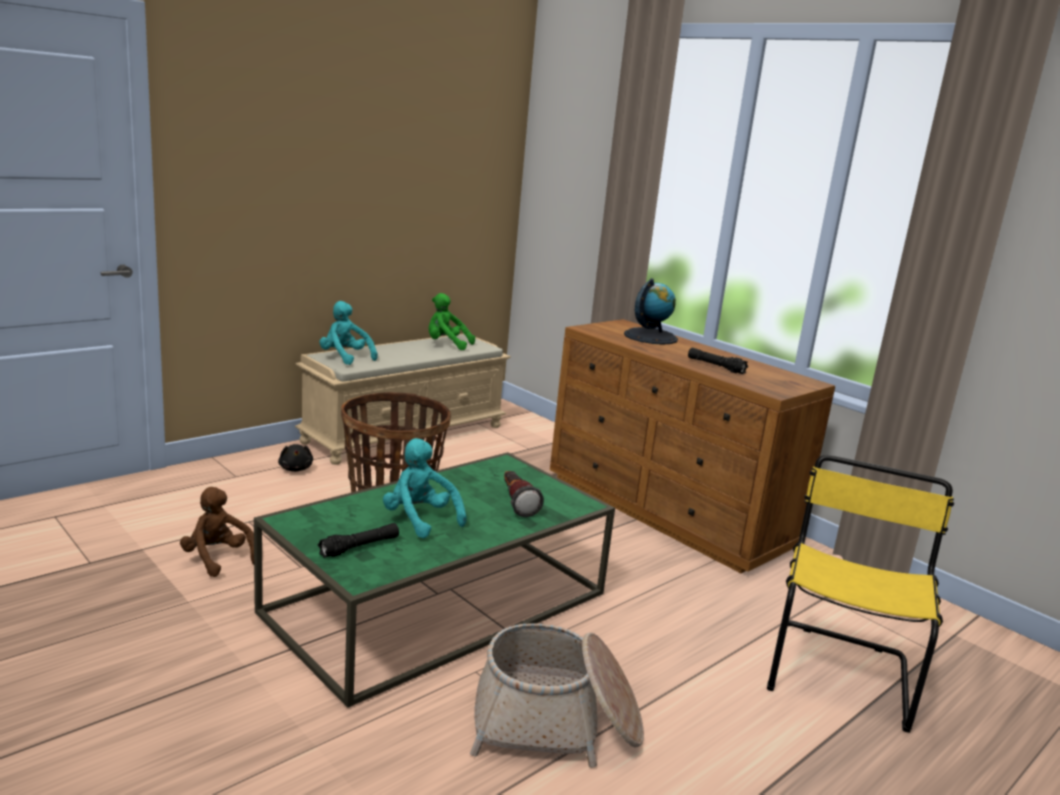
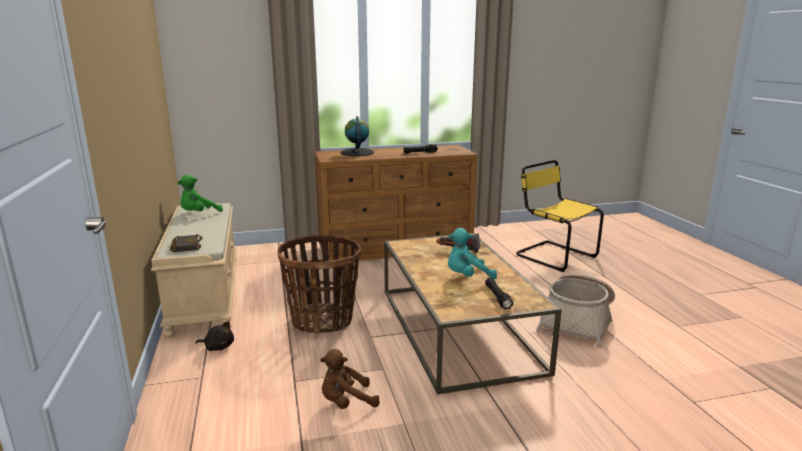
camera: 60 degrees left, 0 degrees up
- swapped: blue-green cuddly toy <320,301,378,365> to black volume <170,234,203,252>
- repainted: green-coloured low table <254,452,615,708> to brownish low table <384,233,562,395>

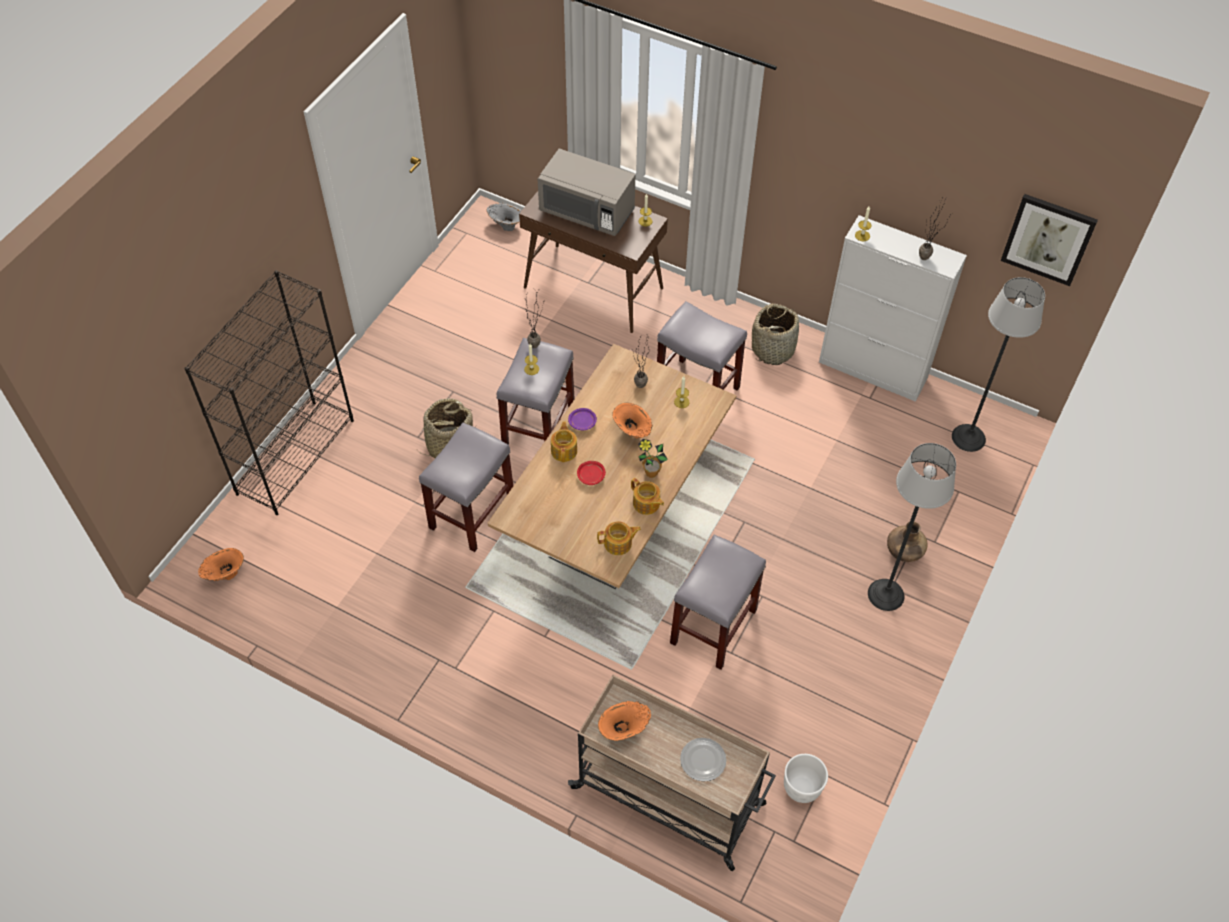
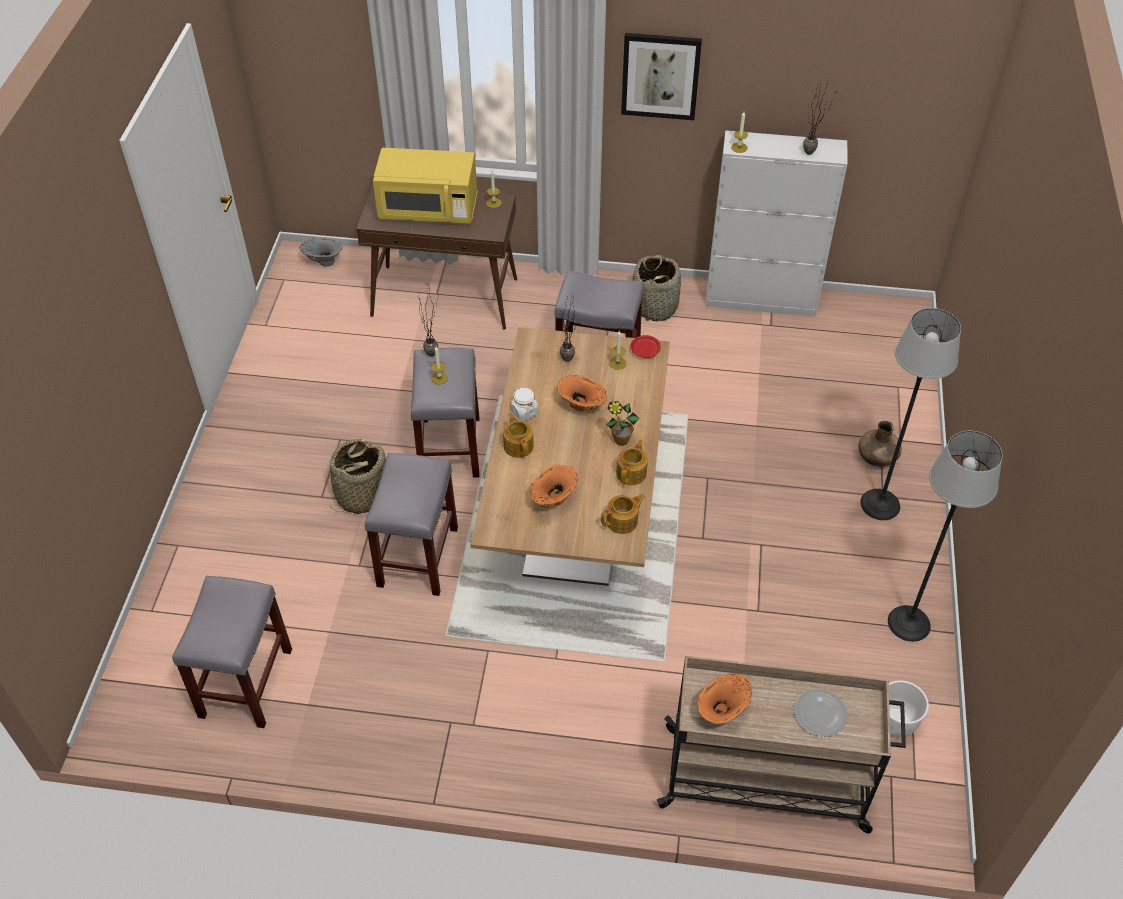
camera: 20 degrees left, 5 degrees down
- gone: black shelving unit <184,270,354,515>
- shifted: orange-coloured flower vase <198,548,244,581> to <531,465,578,508>
- shifted: reddish flat dish <577,461,606,485> to <631,335,661,358>
- shifted: gray sitting stool <670,535,766,670> to <172,576,292,728>
- shifted: standing lamp <952,277,1045,452> to <888,431,1002,642>
- shifted: wall picture <1001,194,1098,286> to <621,33,702,120>
- swapped: purple flat dish <568,408,597,430> to whitish preserve jar <511,388,539,421>
- repainted: gray kitchen microwave <538,149,635,236> to yellow kitchen microwave <373,148,478,224>
- rotated: tea pot <631,478,664,515> = <616,440,648,485> 90 degrees counterclockwise

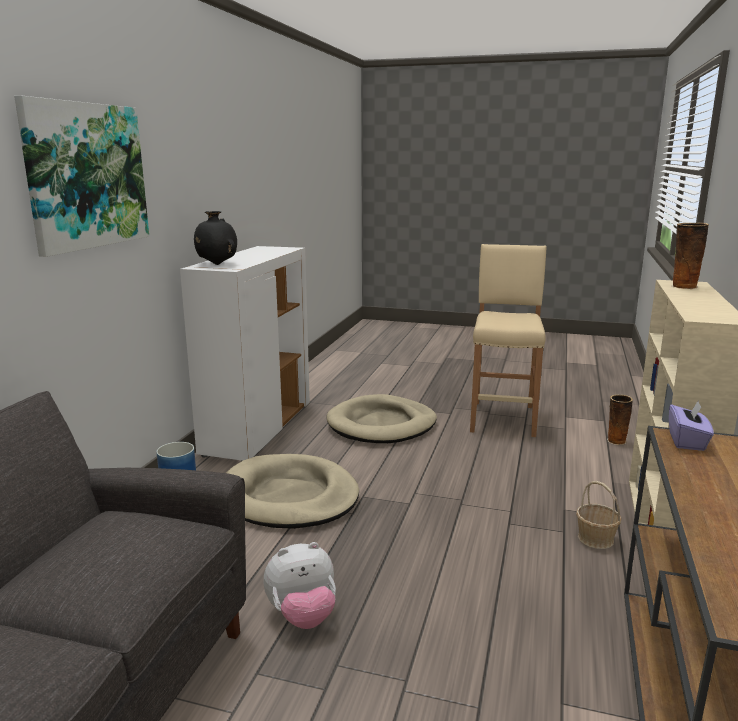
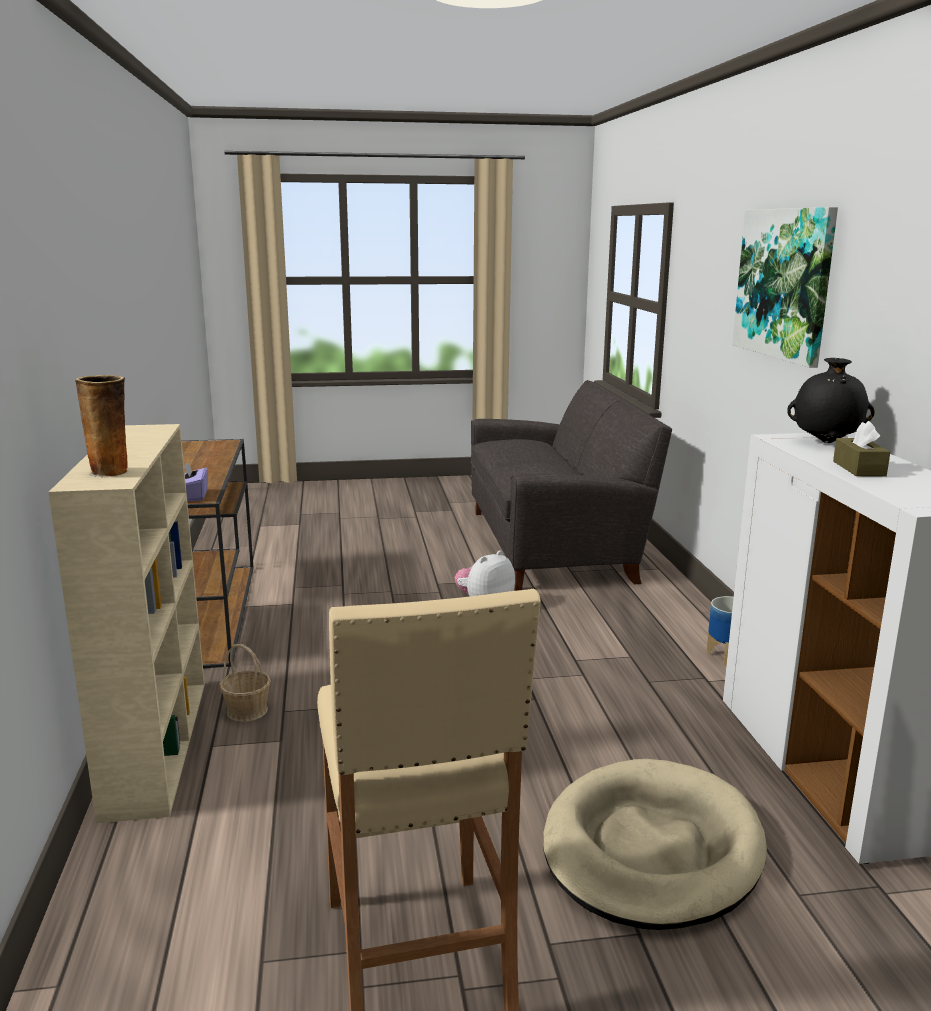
camera: 155 degrees right, 0 degrees up
- gone: beige dog bed <226,454,359,529>
- gone: flower vase <608,394,633,445>
- new: brownish tissue box <833,421,890,477>

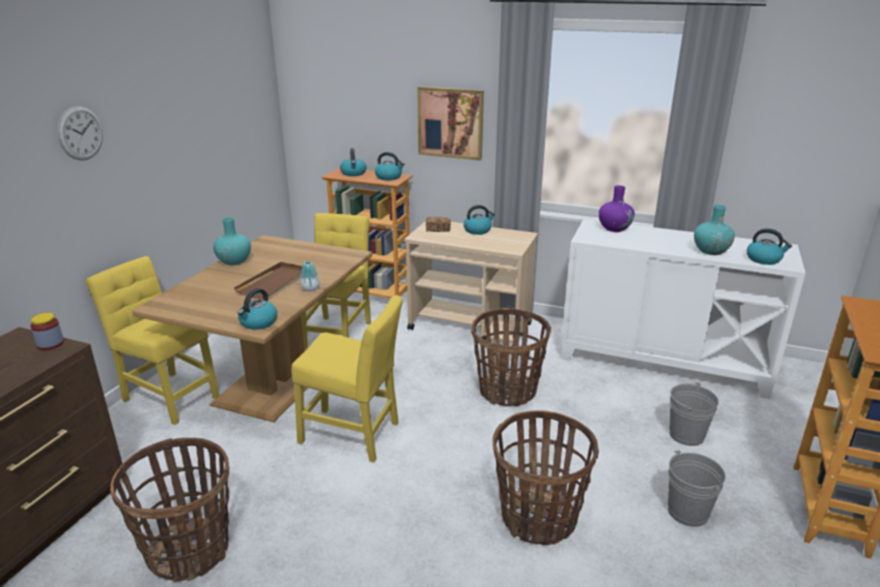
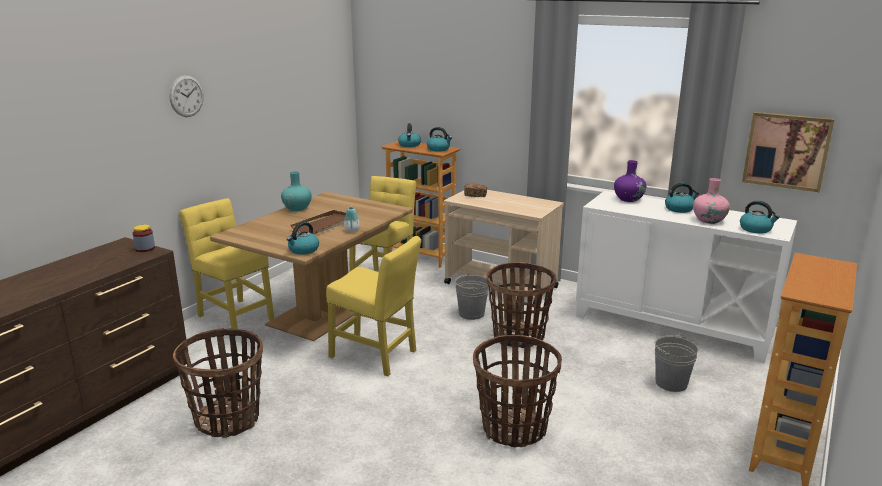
camera: 10 degrees right, 5 degrees down
- shifted: wall picture <417,86,484,160> to <742,112,835,192>
- shifted: kettle <464,205,495,235> to <665,183,699,213>
- shifted: gray bucket <668,450,726,527> to <455,273,489,320>
- repainted: blue-green flower vase <694,205,735,255> to pink flower vase <693,178,730,224>

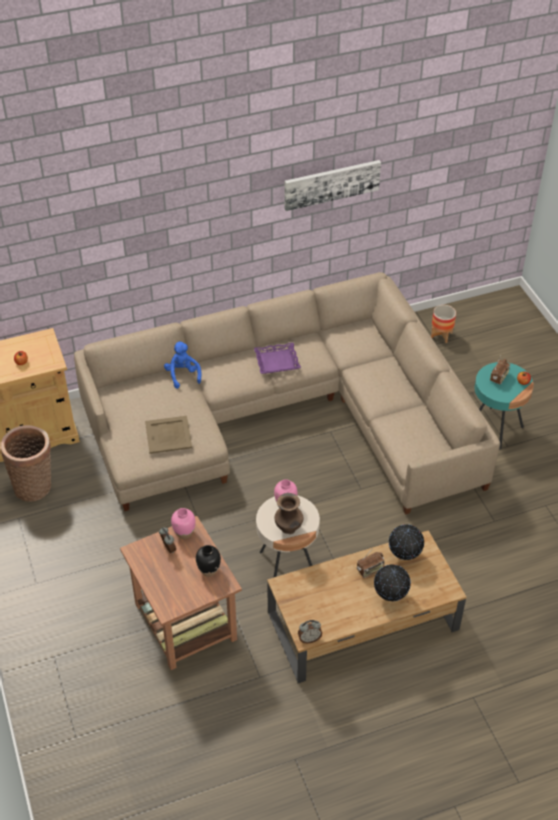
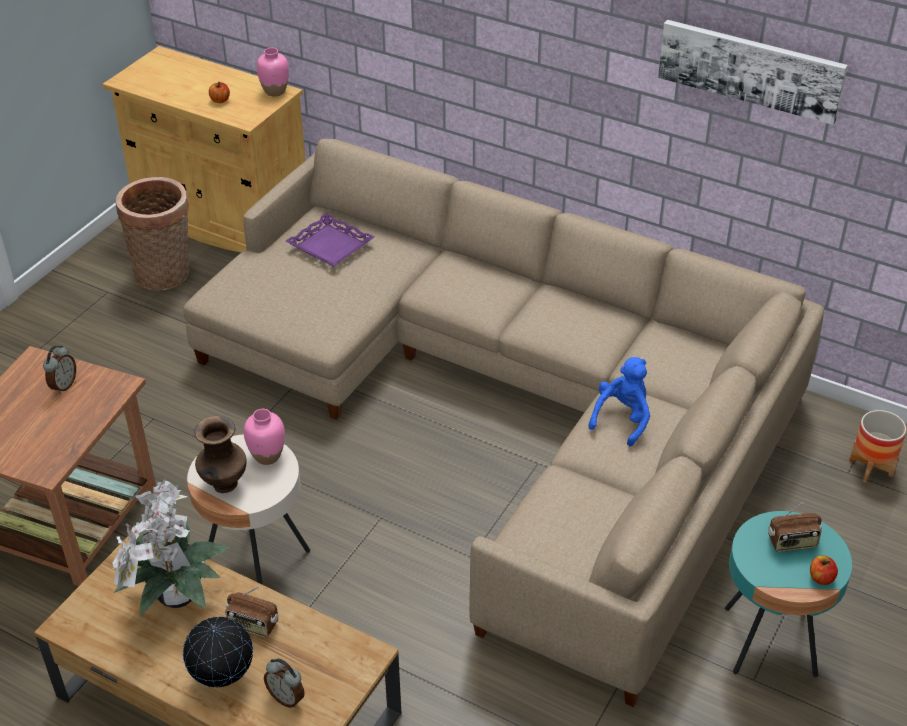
camera: 50 degrees right, 5 degrees down
- gone: beige tray <145,416,192,454>
- gone: black flower vase <196,545,221,577>
- gone: desk globe <389,524,424,560>
- new: plant in a pot <112,479,230,617>
- shifted: bluish cuddly toy <164,341,201,389> to <588,357,650,446>
- shifted: pink flower vase <171,508,196,539> to <257,48,289,96>
- shifted: purple tray <254,342,301,374> to <286,213,374,267>
- shifted: bedside clock <298,620,322,643> to <264,659,305,708>

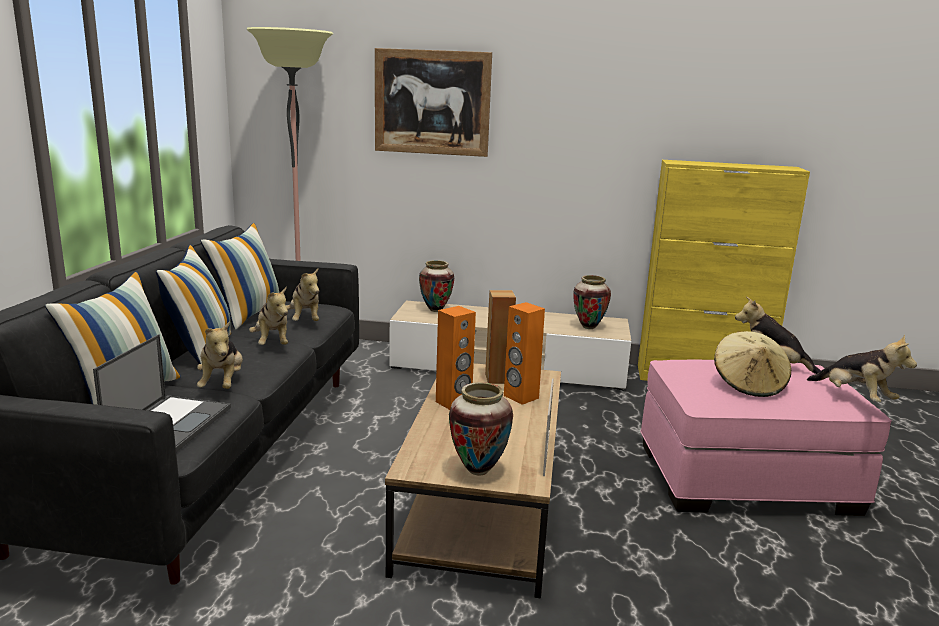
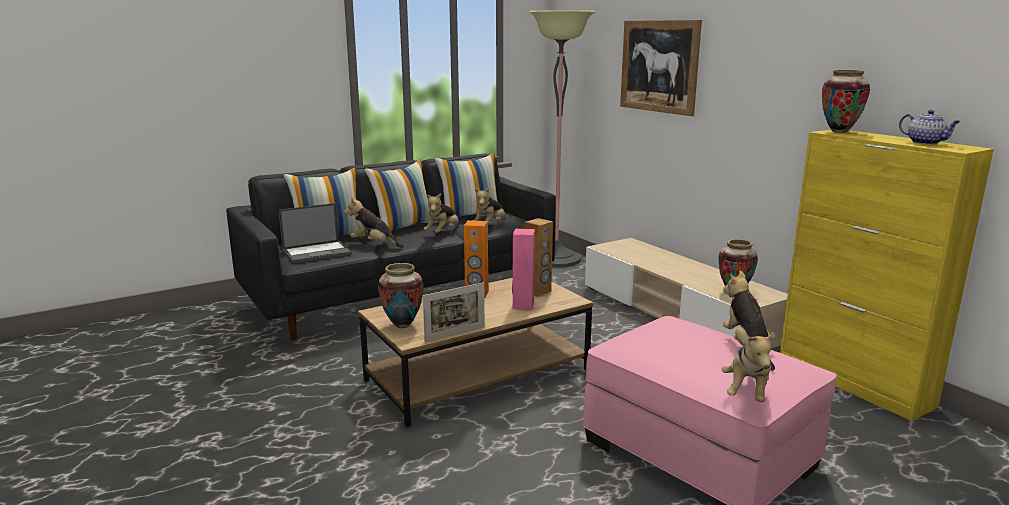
camera: 50 degrees right, 0 degrees up
- gone: beige clothing hat <714,331,791,397>
- new: tea pot <899,110,961,145>
- shifted: flower vase <419,260,454,312> to <822,70,870,133>
- repainted: orange-coloured audio speaker <504,302,545,405> to pink audio speaker <512,229,535,310>
- rotated: cuddly toy <197,321,243,389> = <344,196,404,248> 75 degrees clockwise

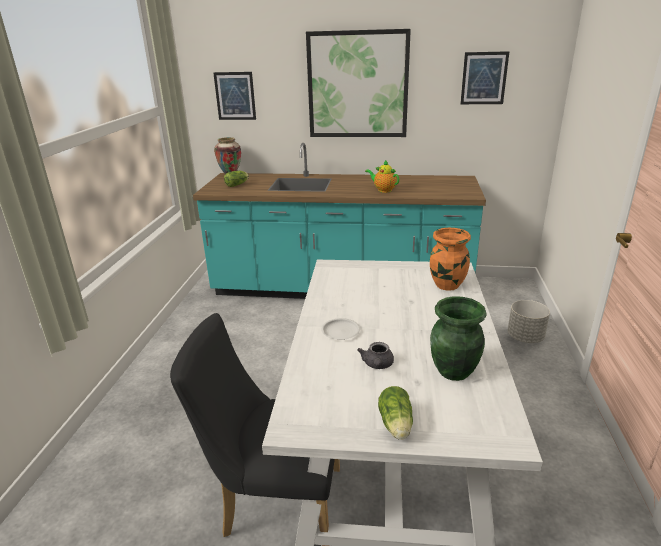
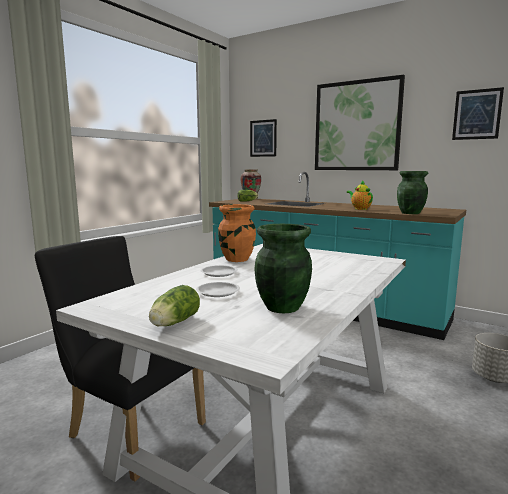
camera: 25 degrees right, 15 degrees down
- new: green-coloured flower vase <397,171,428,214>
- shifted: orange-coloured flower vase <430,228,471,291> to <218,204,256,262>
- swapped: gray tea pot <357,342,394,369> to whitish flat dish <196,282,240,297>

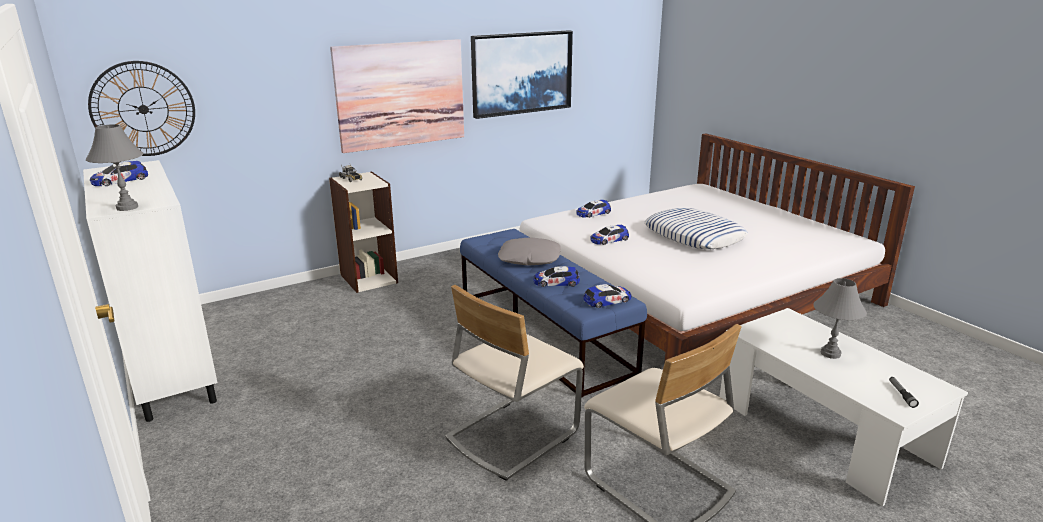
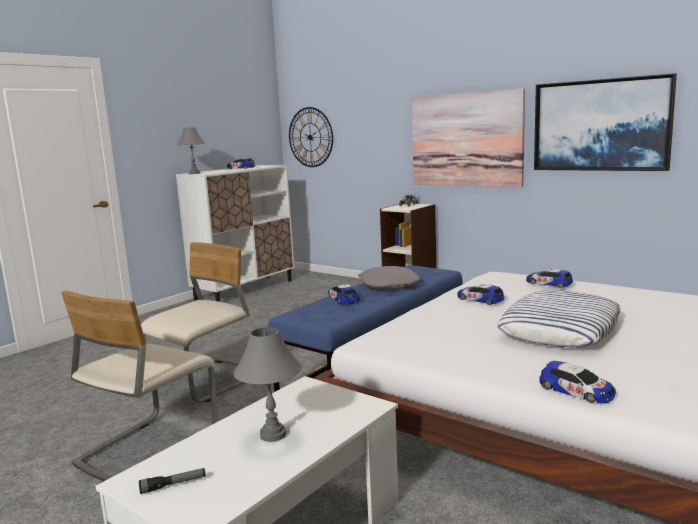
camera: 70 degrees right, 10 degrees down
- shifted: model car <583,284,631,308> to <539,361,616,404>
- rotated: beige plain chair <445,285,584,481> = <141,242,250,403> 105 degrees clockwise

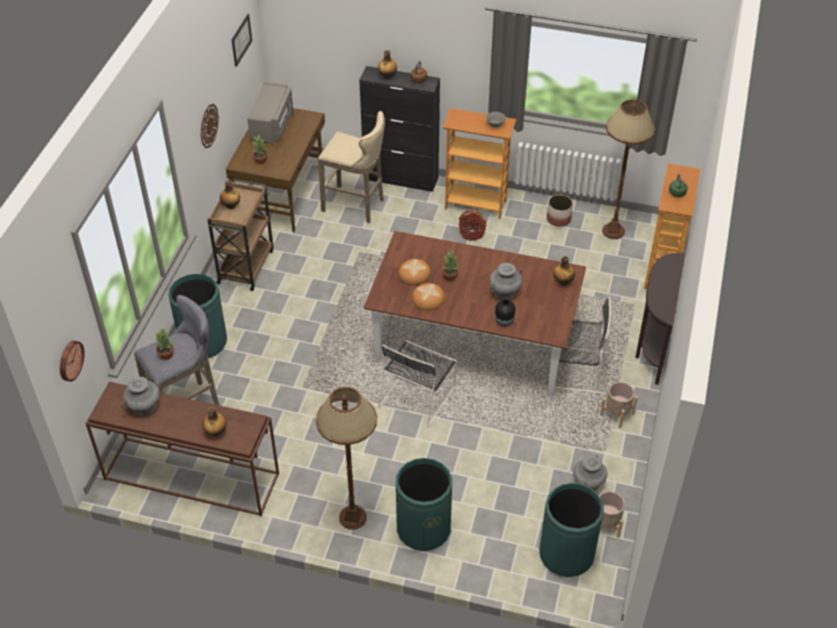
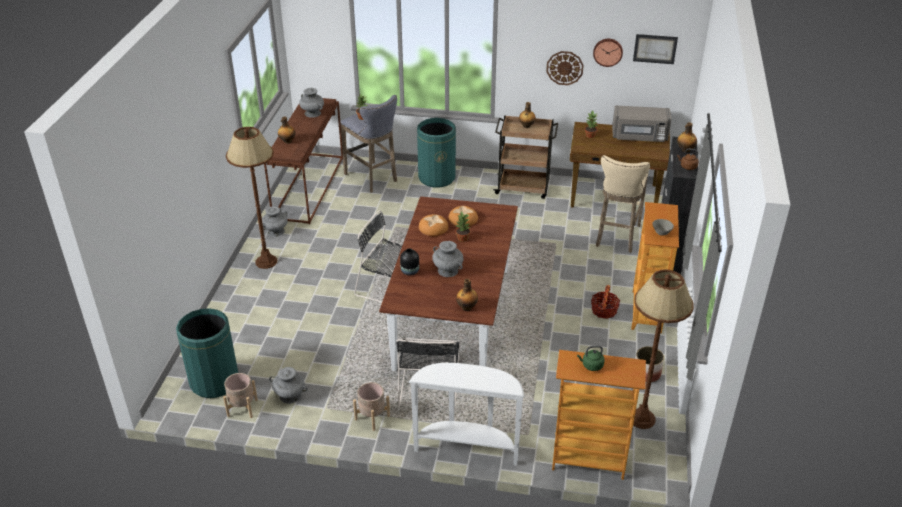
camera: 85 degrees right, 10 degrees down
- gone: green-coloured waste bin <396,458,452,551>
- new: gray flower vase <262,206,288,237>
- shifted: clock on the wall <60,341,85,382> to <593,39,623,67>
- repainted: brownish narrow table <635,253,685,385> to whitish narrow table <409,363,525,465>

